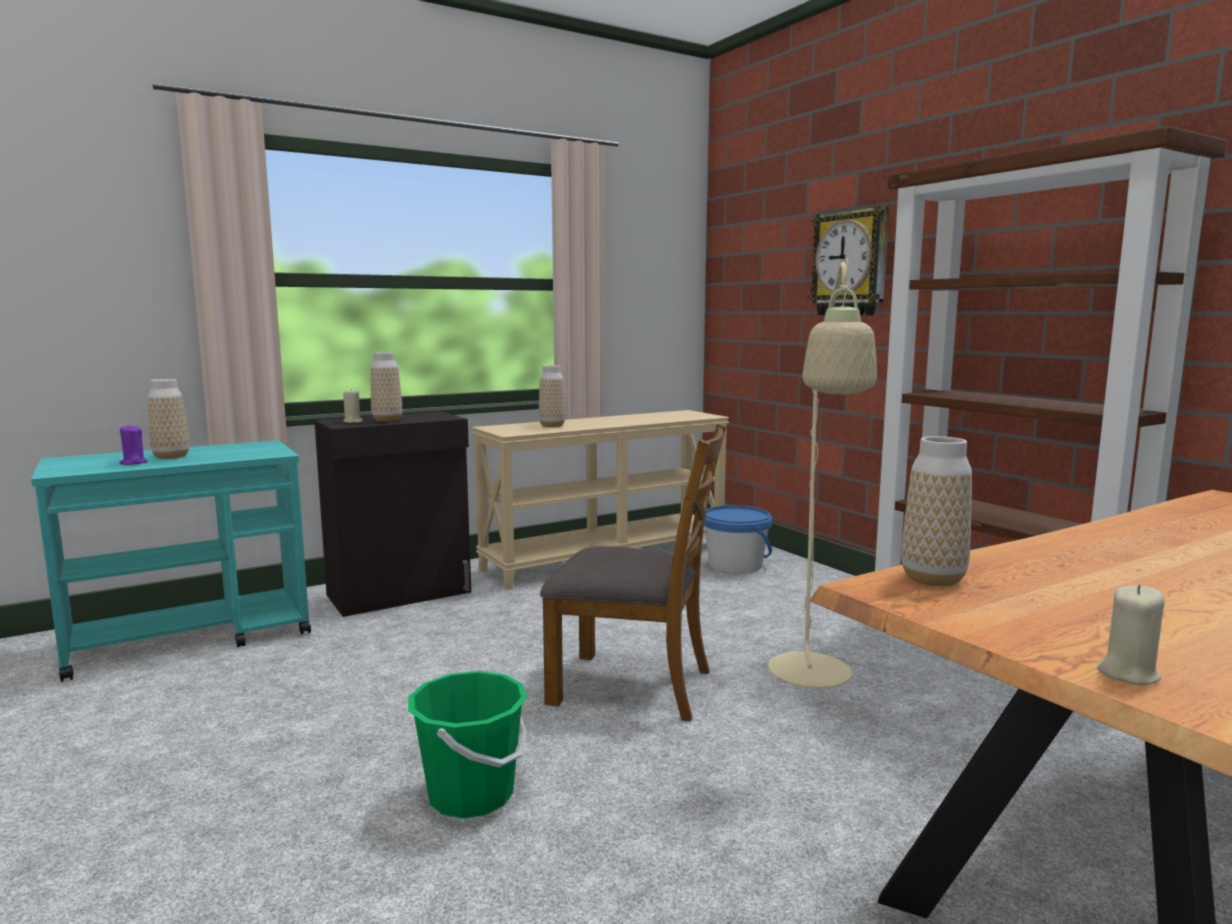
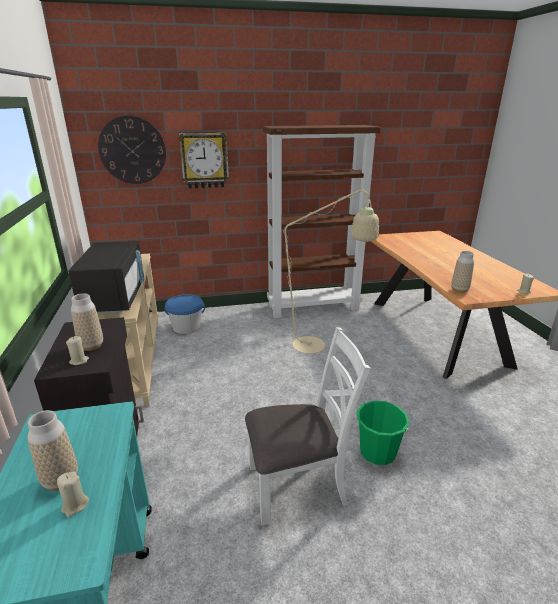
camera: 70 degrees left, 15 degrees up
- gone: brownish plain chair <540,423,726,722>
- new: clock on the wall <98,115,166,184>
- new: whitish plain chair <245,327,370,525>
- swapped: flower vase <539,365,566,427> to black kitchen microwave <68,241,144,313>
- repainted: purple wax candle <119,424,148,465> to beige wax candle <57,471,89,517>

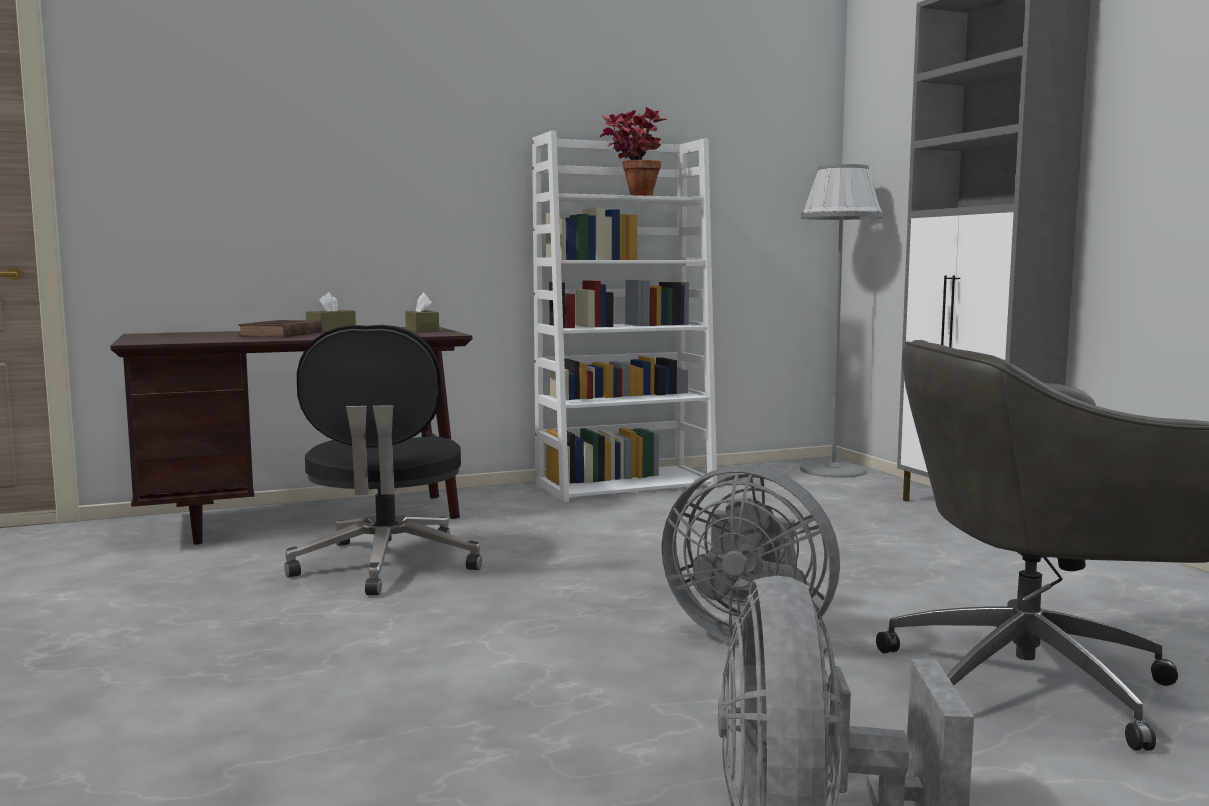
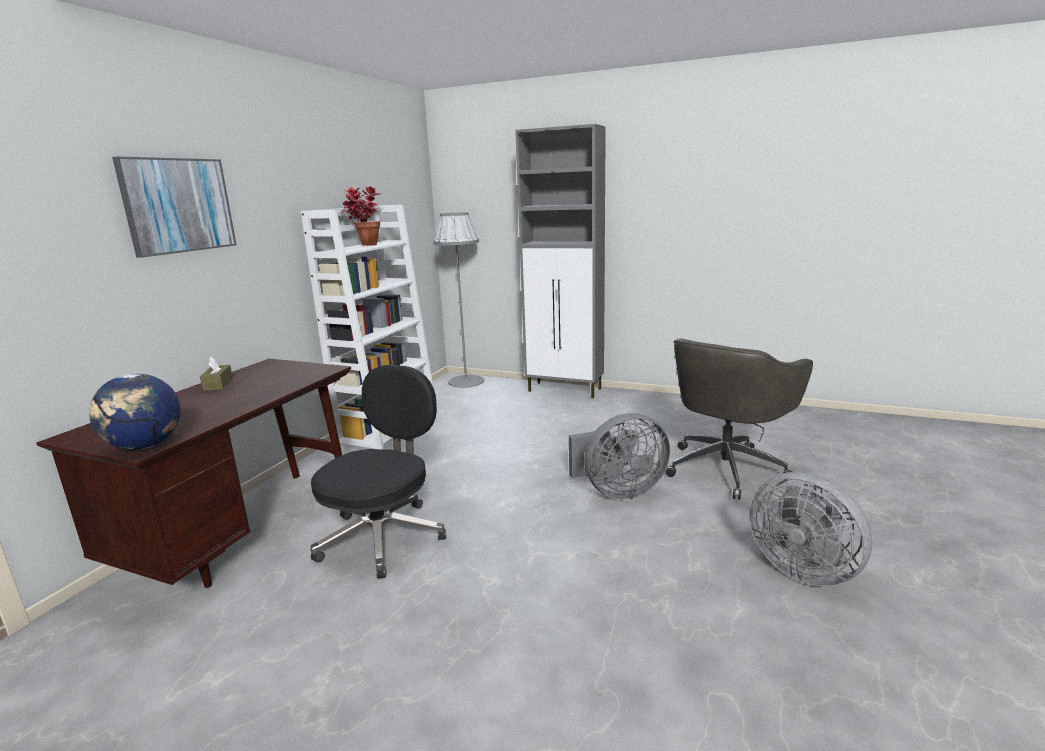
camera: 45 degrees left, 10 degrees up
- gone: brownish volume <238,320,322,338>
- gone: brownish tissue box <405,293,439,333>
- new: desk globe <89,374,181,450>
- new: wall picture <112,157,237,258>
- rotated: black computer chair <285,325,482,595> = <310,364,447,578> 105 degrees counterclockwise

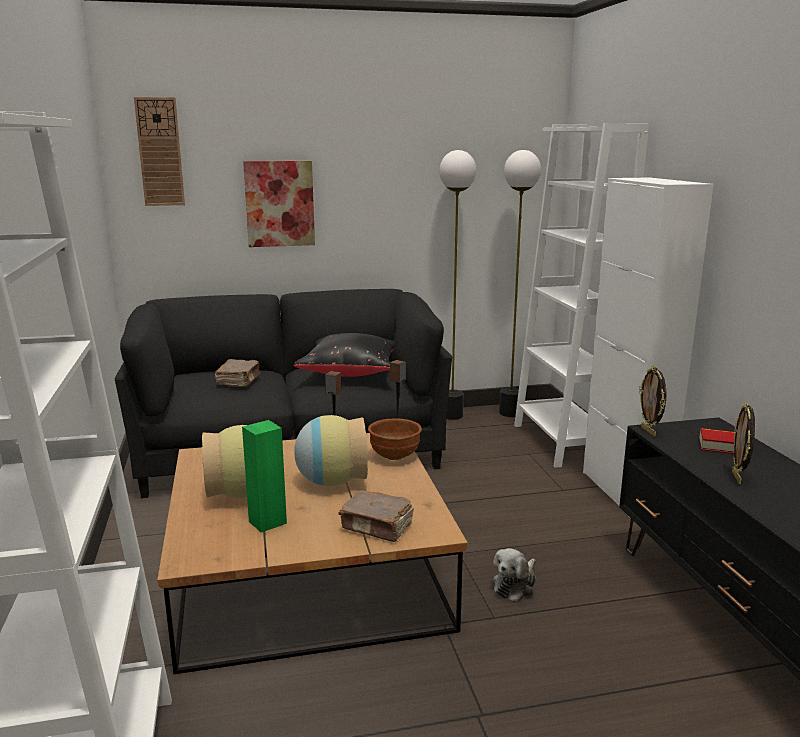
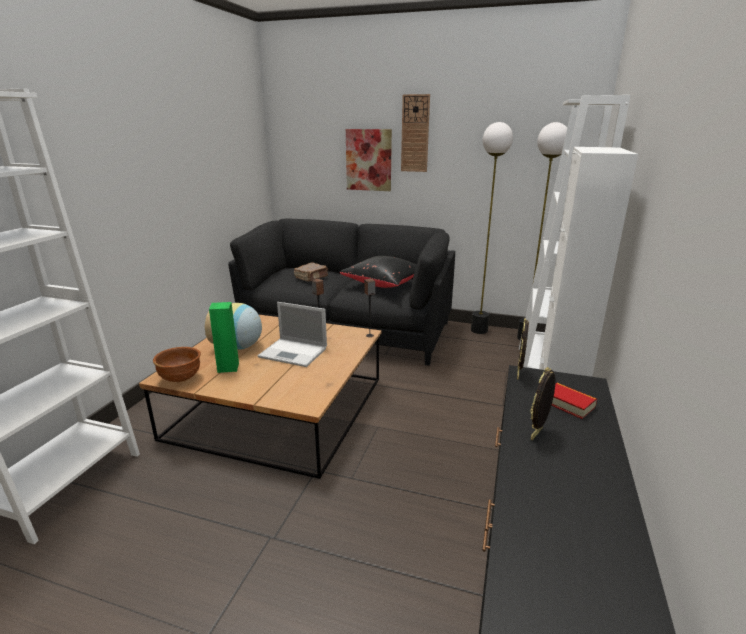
camera: 30 degrees right, 5 degrees up
- gone: brownish volume <339,490,414,542>
- gone: cuddly toy <493,548,536,602>
- shifted: clock on the wall <134,97,185,206> to <401,94,430,172>
- shifted: brownish serving bowl <368,419,422,460> to <153,347,201,382>
- swapped: flower vase <294,415,368,486> to portable computer <258,302,327,367>

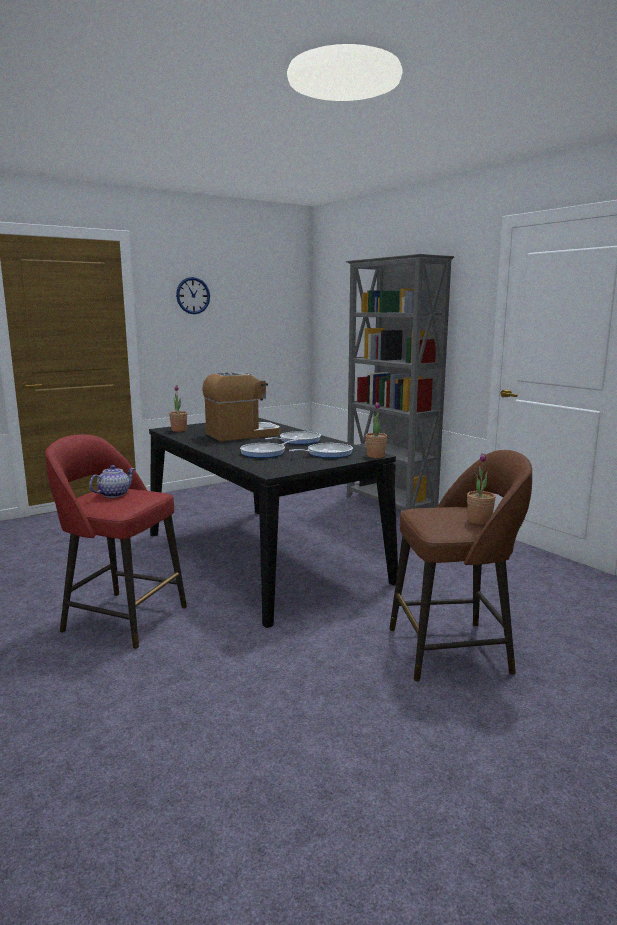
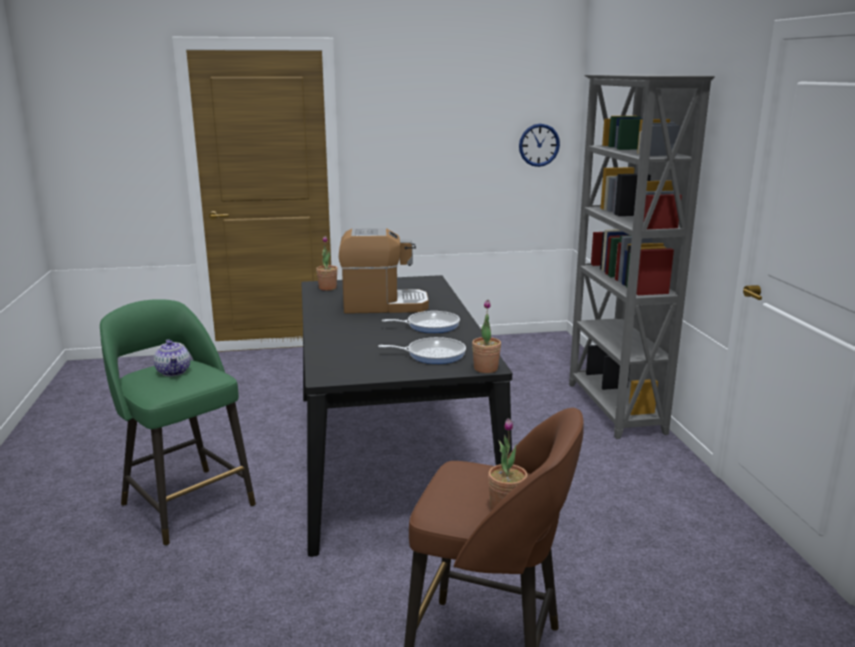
camera: 25 degrees right, 5 degrees up
- gone: frying pan <240,439,297,458>
- shifted: clock on the wall <176,277,210,314> to <519,124,560,167>
- repainted: reddish sitting stool <45,434,187,649> to green-coloured sitting stool <100,299,256,545>
- rotated: tea pot <89,465,135,498> = <154,339,190,376> 90 degrees clockwise

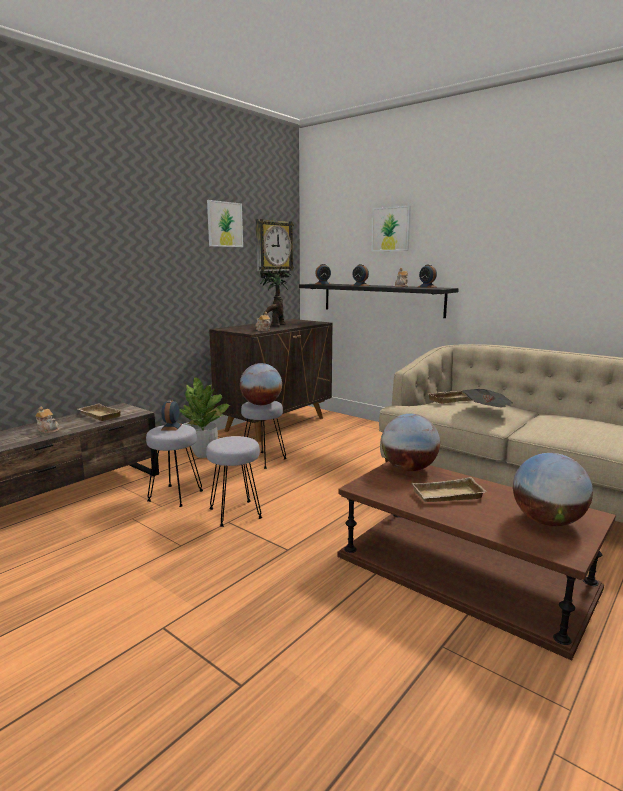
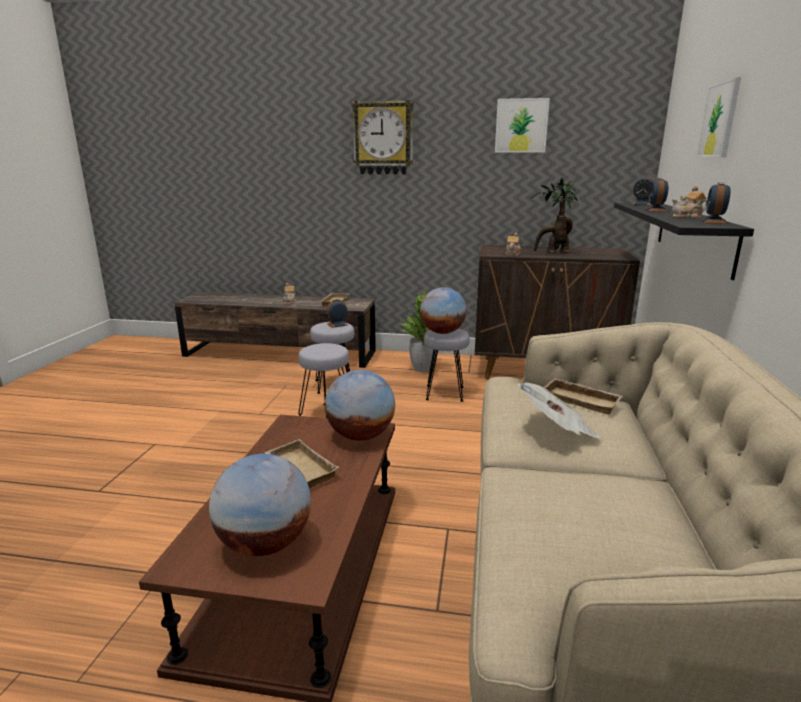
camera: 60 degrees right, 5 degrees up
- shifted: clock on the wall <256,219,294,278> to <352,100,413,174>

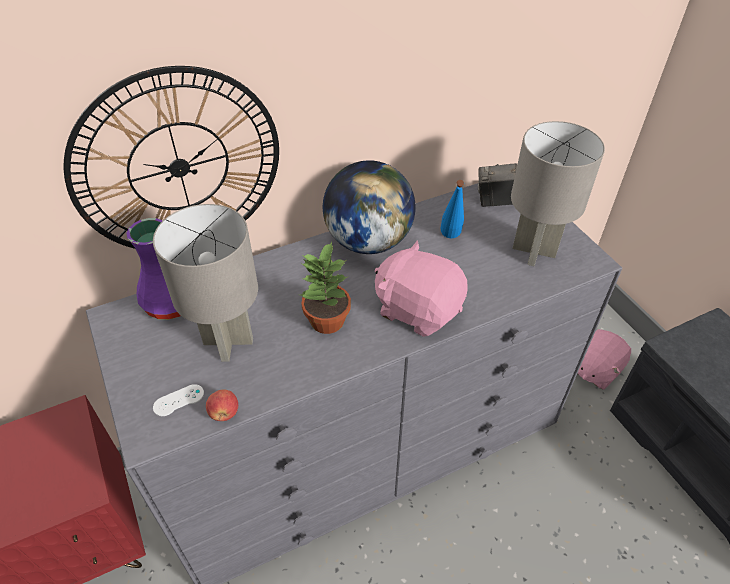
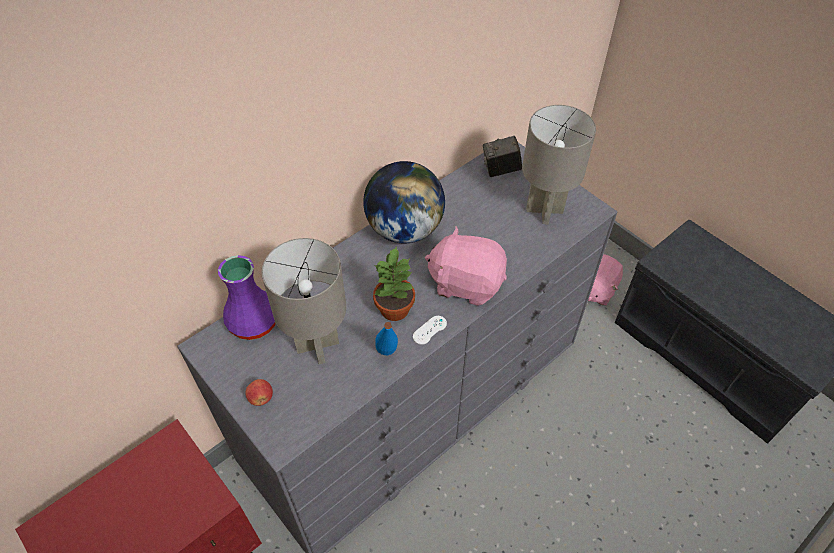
camera: 15 degrees left, 5 degrees up
- gone: clock on the wall <64,66,279,249>
- shifted: whitish joypad <153,384,204,416> to <413,316,447,345>
- shifted: apple <206,390,238,421> to <245,379,273,406>
- shifted: bluish beverage bottle <440,180,464,238> to <375,322,398,355>

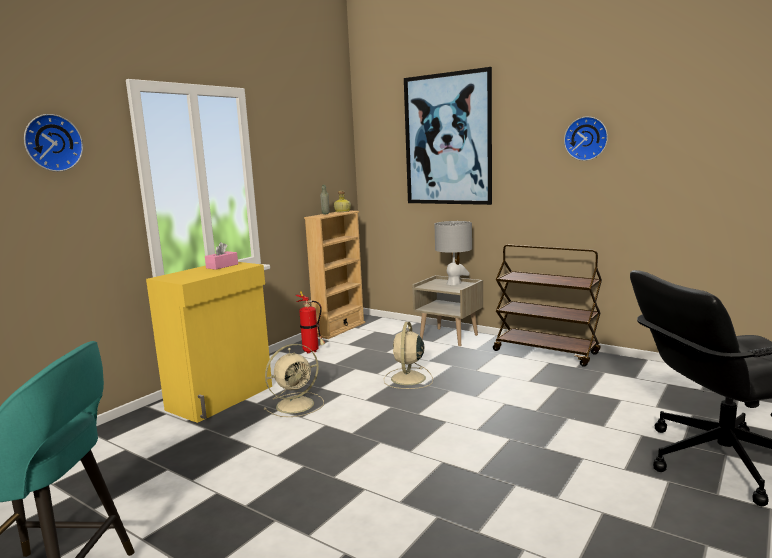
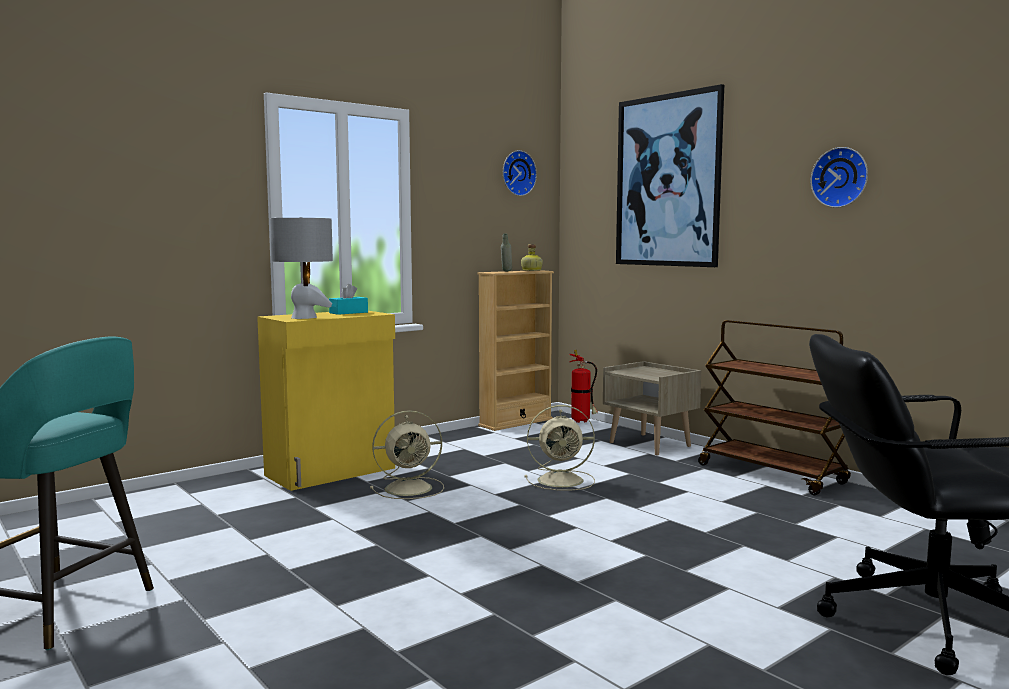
camera: 15 degrees right, 5 degrees down
- shifted: clock on the wall <24,114,83,172> to <503,150,537,196>
- shifted: fire extinguisher <295,291,325,353> to <569,350,598,423>
- shifted: gray tabletop lamp <435,221,472,285> to <270,217,333,319>
- repainted: pink tissue box <205,242,238,270> to blue-green tissue box <329,284,368,315>
- rotated: beige electric fan <384,322,433,389> = <525,405,595,491> 120 degrees counterclockwise

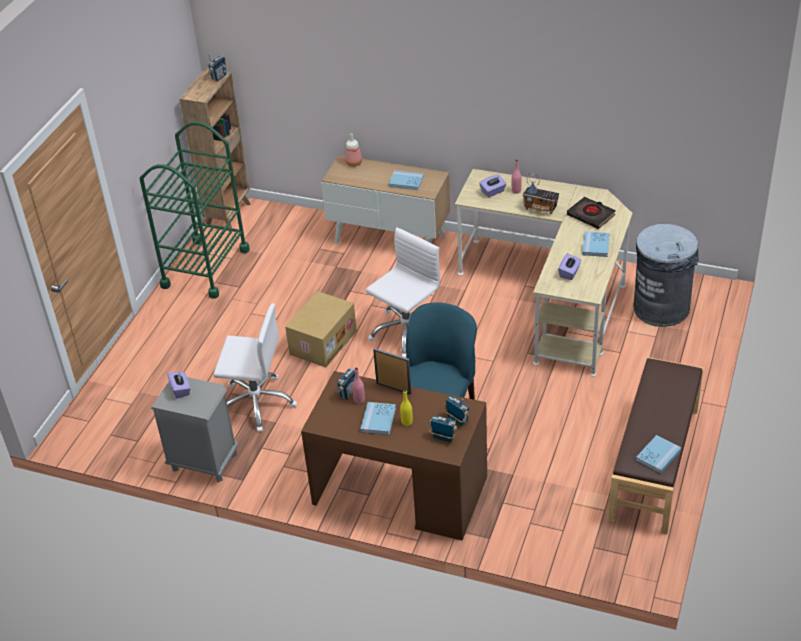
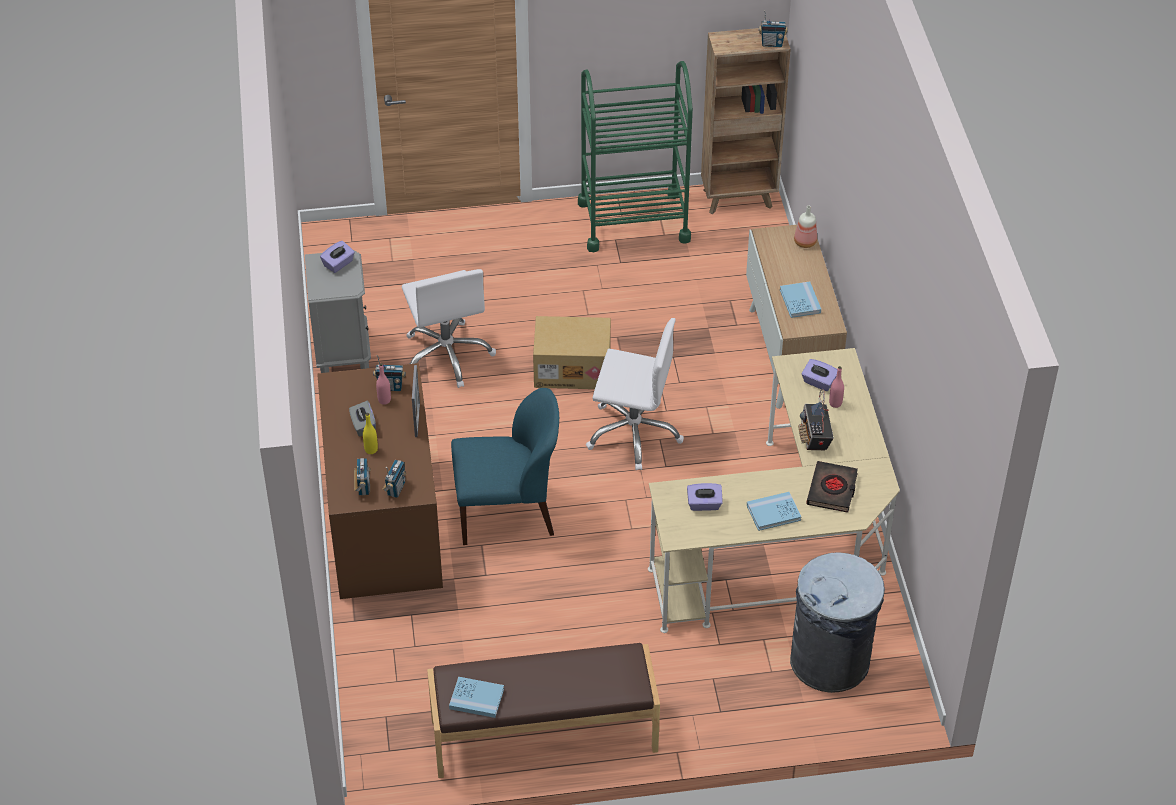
camera: 60 degrees right, 5 degrees up
- swapped: bluish volume <361,402,396,435> to gray tissue box <349,401,376,436>

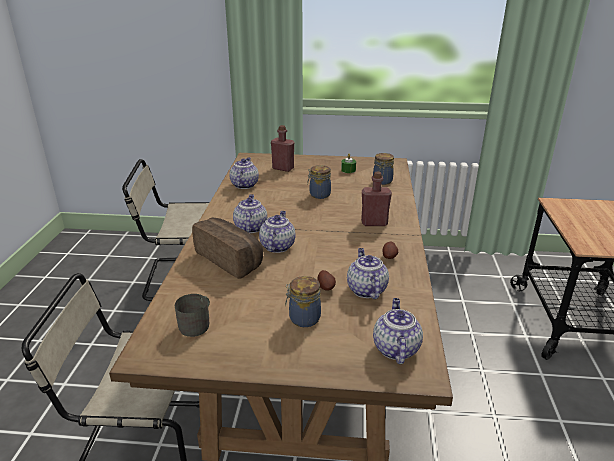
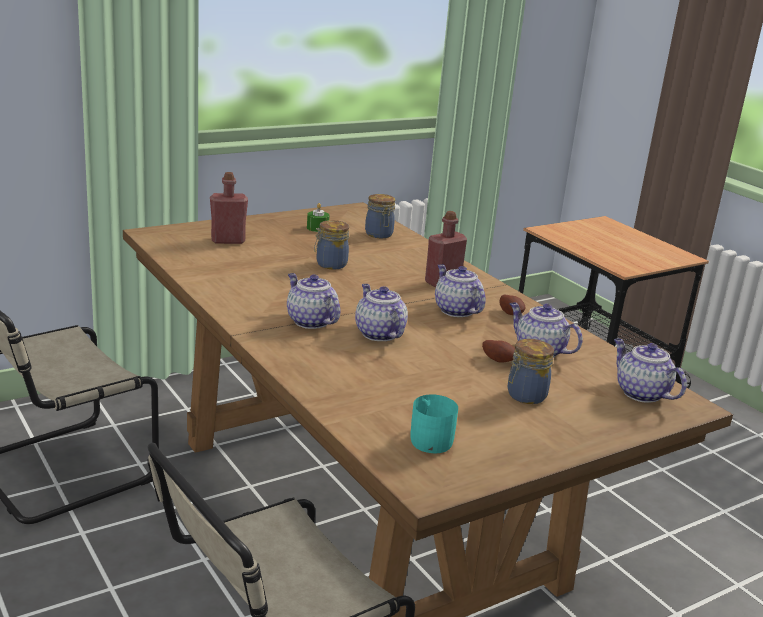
camera: 40 degrees left, 5 degrees down
- gone: baked bread <192,218,263,279>
- shifted: tea pot <229,158,259,189> to <435,264,486,317>
- repainted: gray coffee mug <175,294,210,337> to blue-green coffee mug <411,394,458,453>

